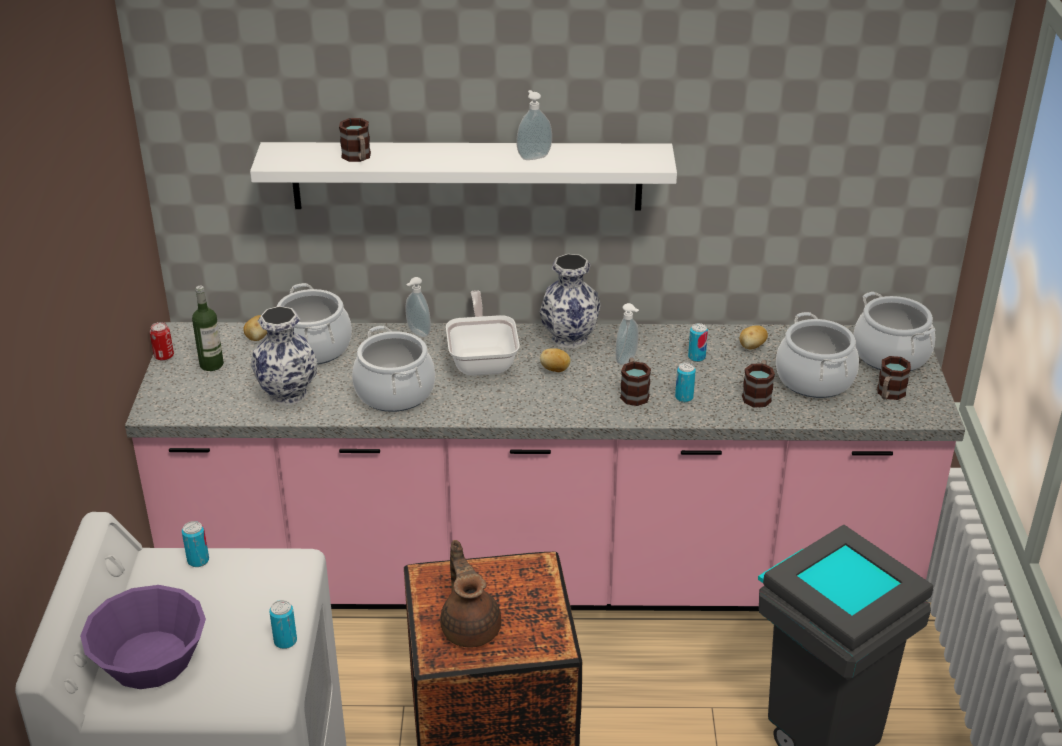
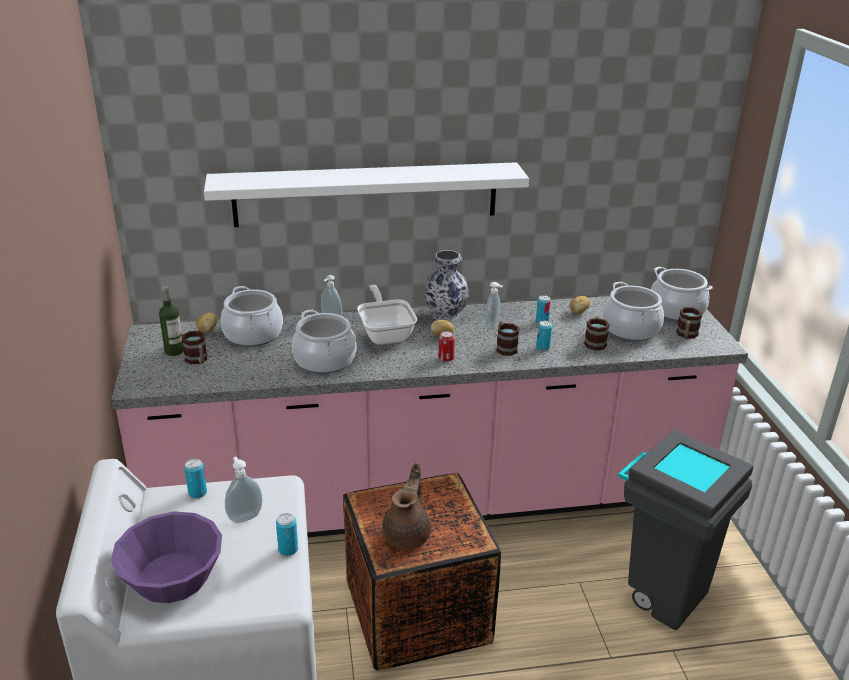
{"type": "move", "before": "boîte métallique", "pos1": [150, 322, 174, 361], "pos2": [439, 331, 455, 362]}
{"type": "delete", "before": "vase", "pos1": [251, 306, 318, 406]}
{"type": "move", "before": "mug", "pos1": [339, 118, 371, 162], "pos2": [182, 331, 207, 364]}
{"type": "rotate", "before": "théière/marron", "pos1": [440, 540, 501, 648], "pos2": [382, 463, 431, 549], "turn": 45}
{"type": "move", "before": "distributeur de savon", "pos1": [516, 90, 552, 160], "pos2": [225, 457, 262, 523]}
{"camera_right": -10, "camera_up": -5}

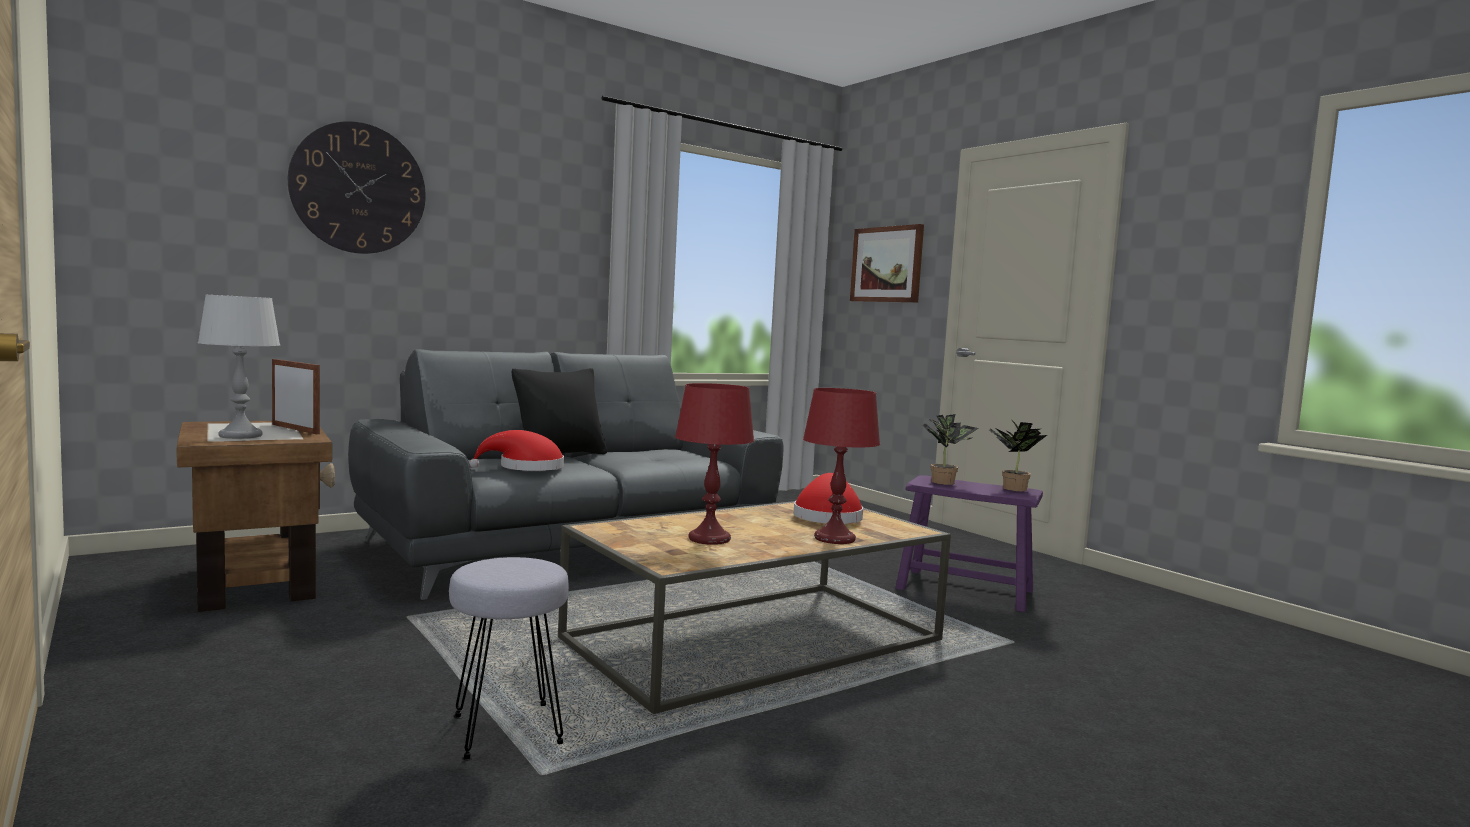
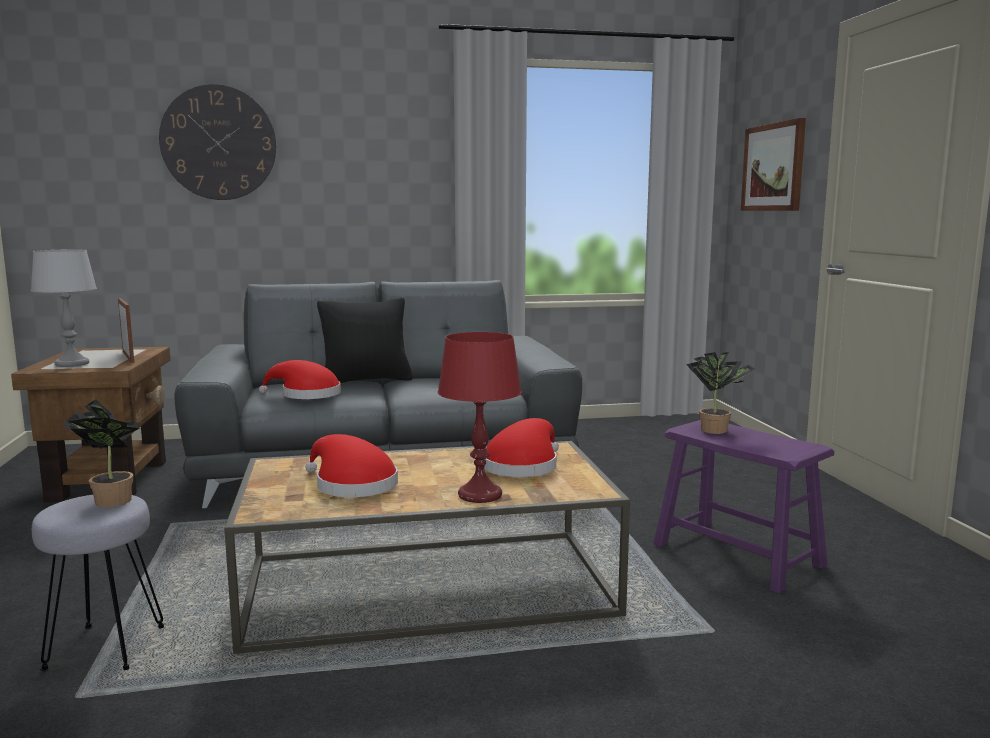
{"type": "replace", "before": "lampe de table/rouge", "after": "chapeau/rouge", "pos1": [675, 383, 754, 545], "pos2": [305, 434, 398, 497]}
{"type": "move", "before": "plante en pot", "pos1": [989, 419, 1047, 491], "pos2": [62, 399, 141, 507]}
{"camera_right": 25, "camera_up": 5}

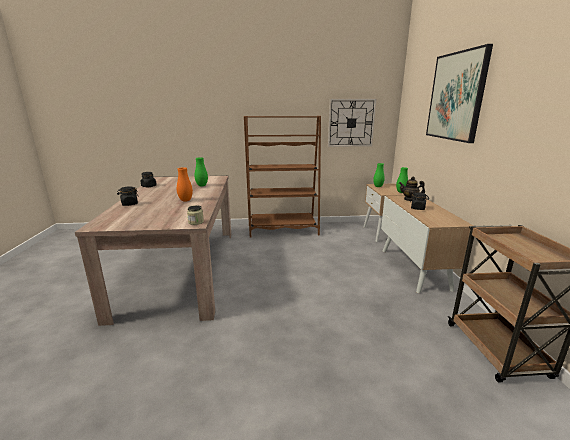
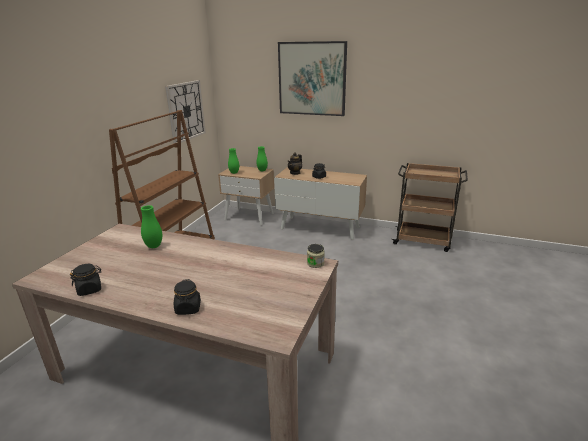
{"type": "delete", "before": "vase/orange", "pos1": [177, 167, 193, 202]}
{"camera_right": -65, "camera_up": 5}

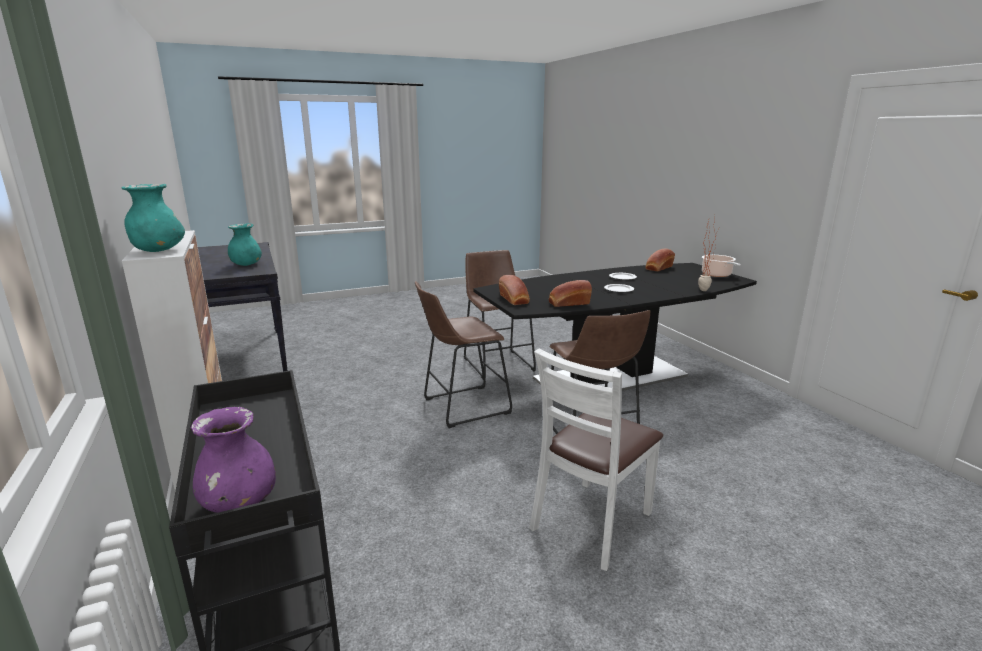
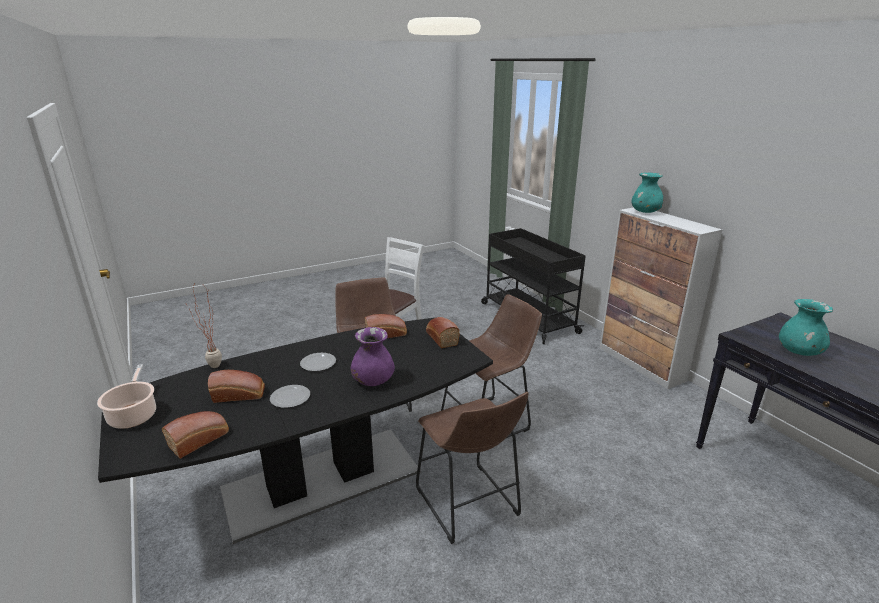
{"type": "move", "before": "vase/violet", "pos1": [190, 407, 276, 513], "pos2": [351, 327, 395, 386]}
{"type": "insert", "after": "pain", "pos2": [208, 370, 265, 403]}
{"camera_right": 175, "camera_up": 5}

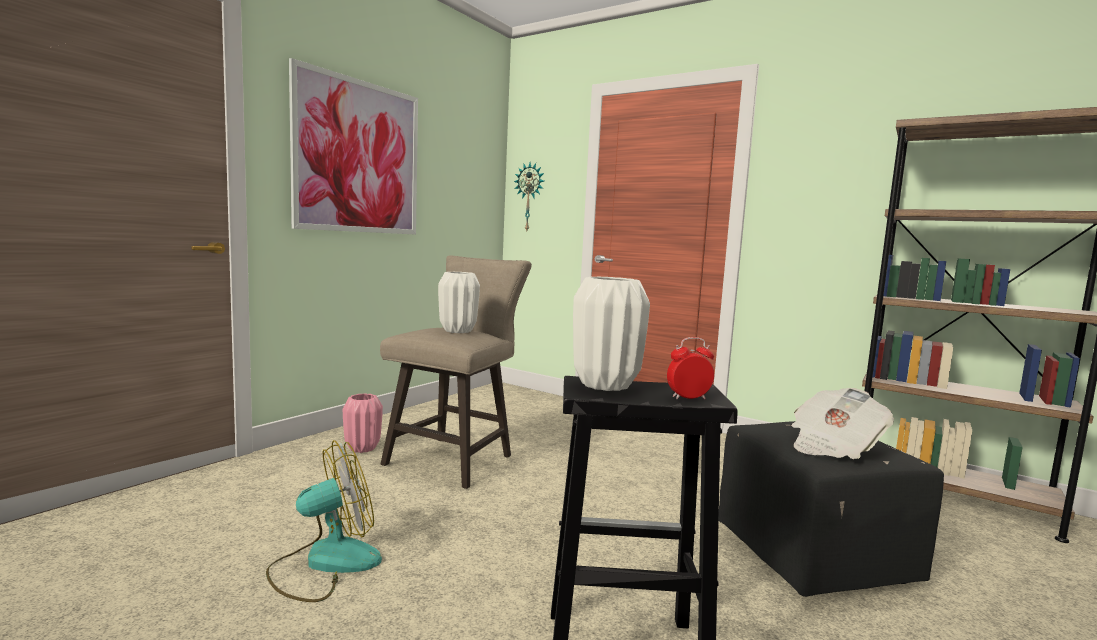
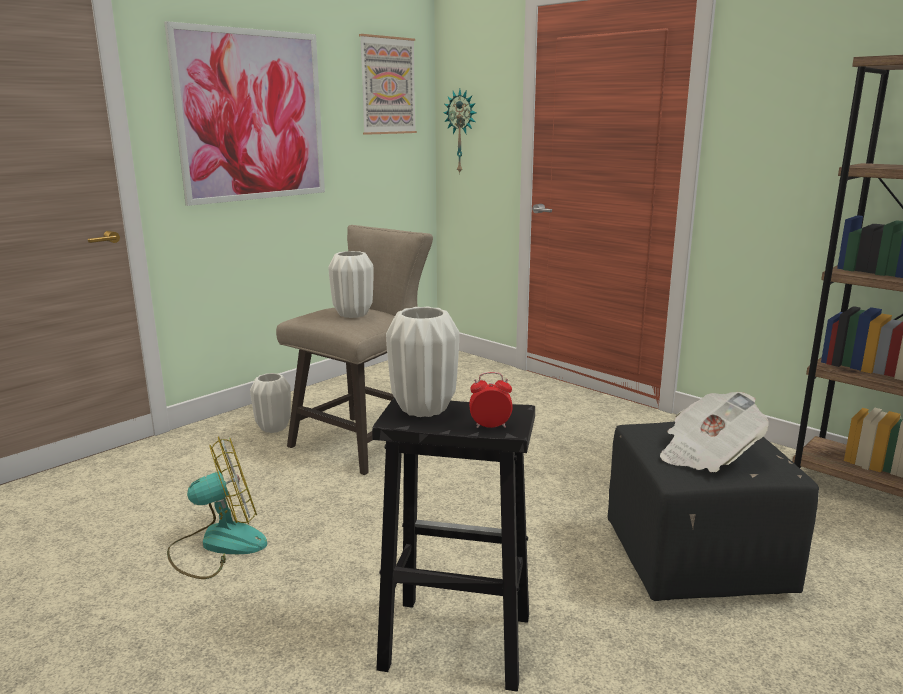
{"type": "recolor", "before": "vase/rose", "after": "vase/blanc", "pos1": [343, 393, 383, 453], "pos2": [250, 373, 291, 433]}
{"type": "insert", "after": "tableau", "pos2": [359, 34, 417, 135]}
{"camera_right": 10, "camera_up": 10}

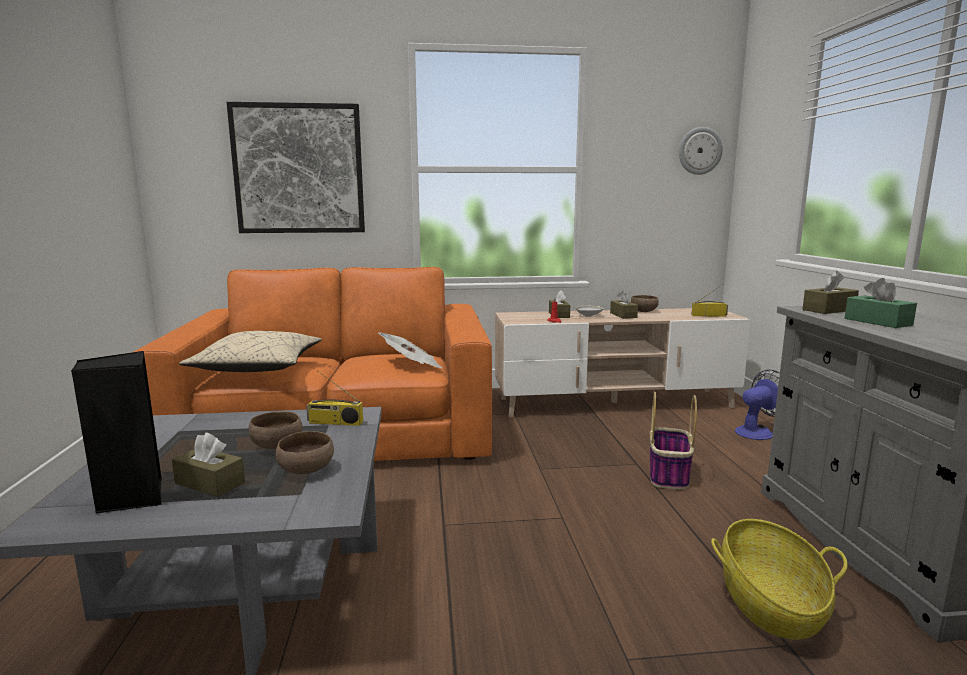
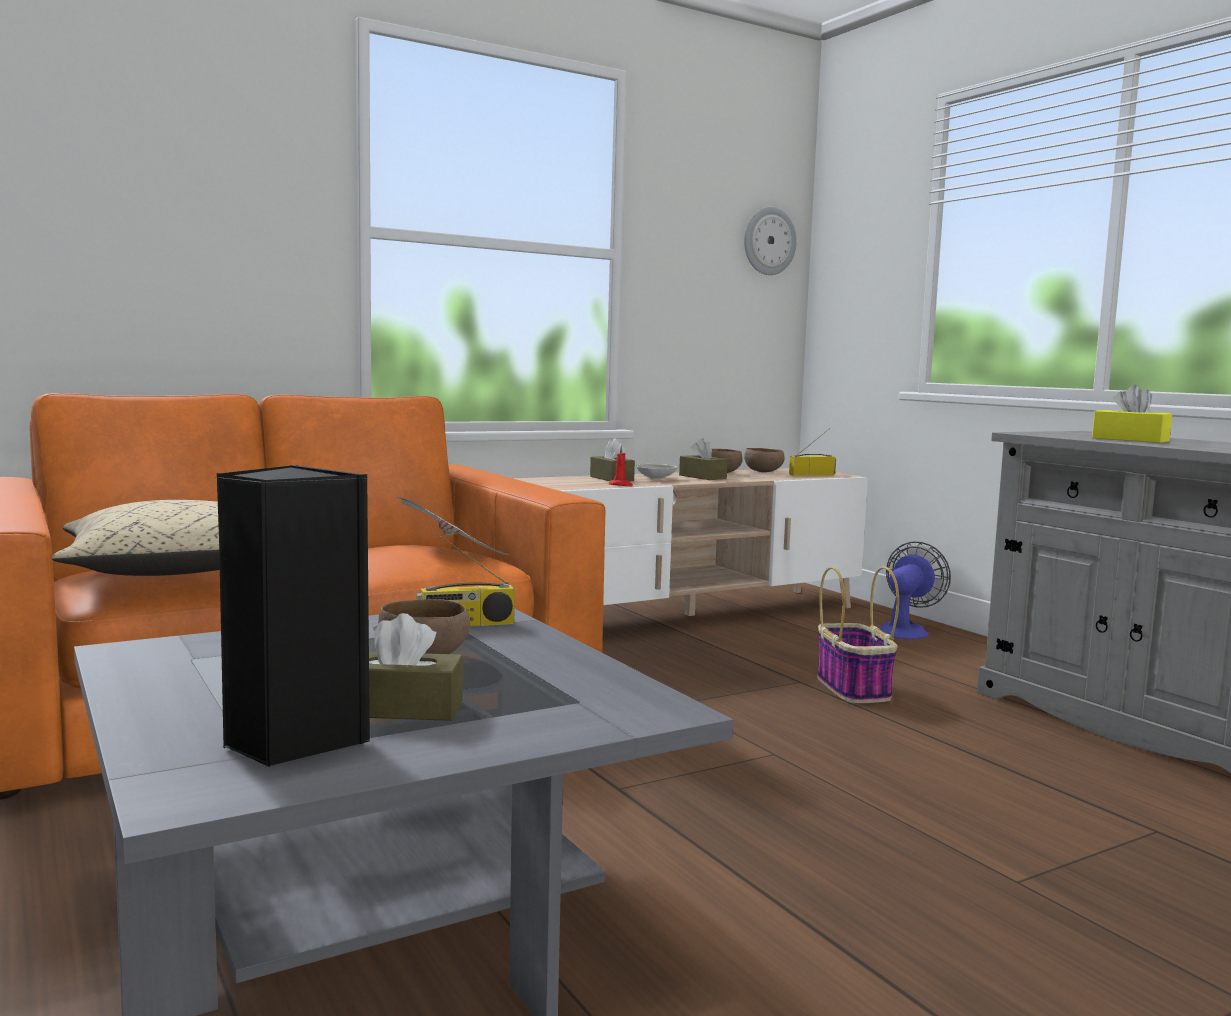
{"type": "delete", "before": "tableau", "pos1": [227, 102, 365, 233]}
{"type": "move", "before": "bol/marron", "pos1": [276, 431, 334, 474], "pos2": [744, 448, 785, 472]}
{"type": "delete", "before": "panier", "pos1": [711, 519, 848, 640]}
{"type": "delete", "before": "boîte à mouchoirs/marron", "pos1": [802, 271, 859, 314]}
{"type": "recolor", "before": "boîte à mouchoirs/vert", "after": "boîte à mouchoirs/jaune", "pos1": [845, 278, 917, 328], "pos2": [1092, 385, 1172, 443]}
{"camera_right": -25, "camera_up": -5}

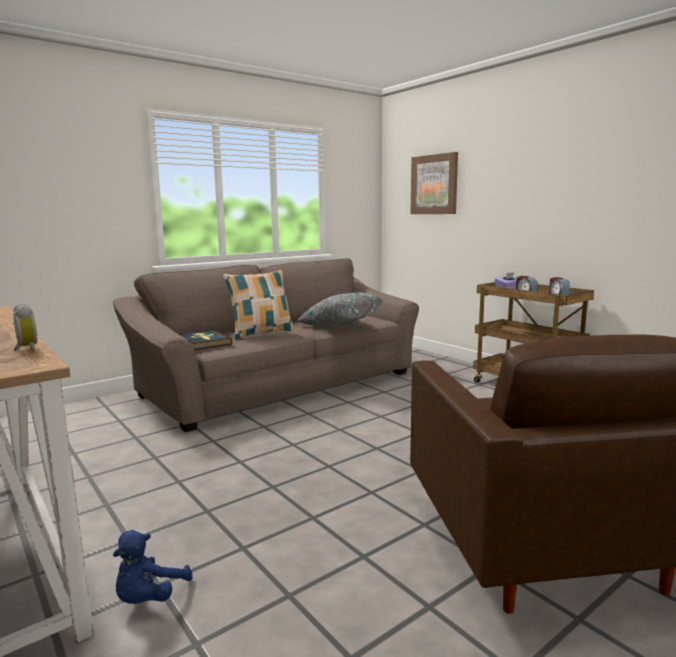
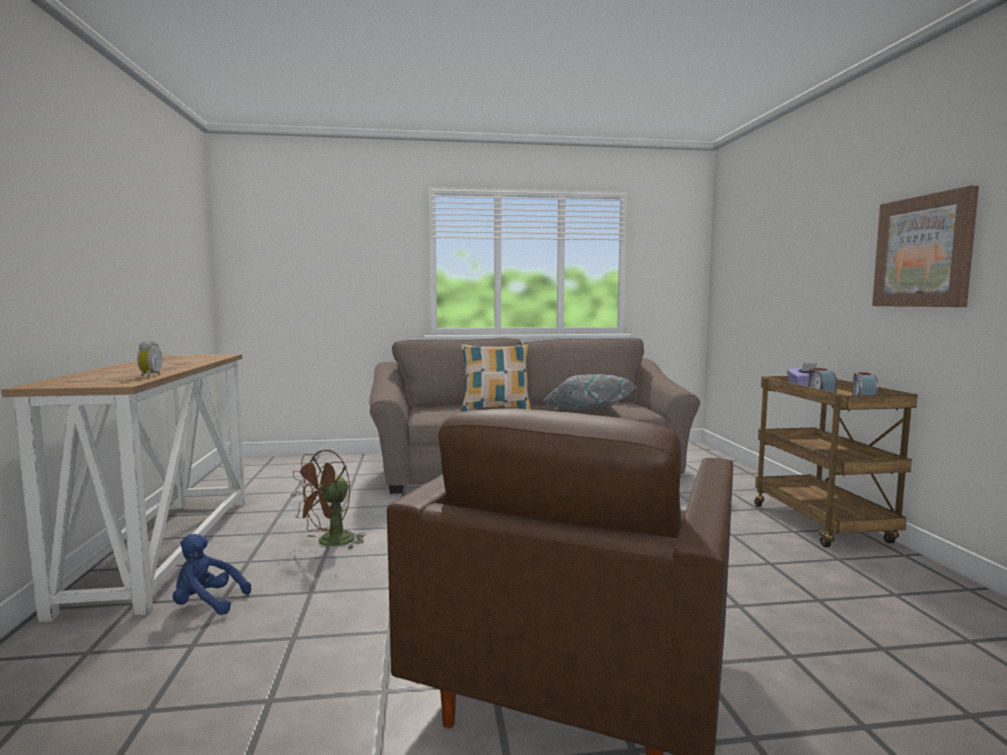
{"type": "rotate", "before": "peluche/bleu", "pos1": [113, 530, 193, 604], "pos2": [173, 534, 251, 615], "turn": 45}
{"type": "delete", "before": "livre", "pos1": [179, 329, 232, 350]}
{"type": "move", "before": "tableau", "pos1": [410, 152, 458, 214], "pos2": [872, 186, 979, 307]}
{"type": "insert", "after": "ventilateur/marron", "pos2": [290, 450, 366, 549]}
{"camera_right": 30, "camera_up": -5}

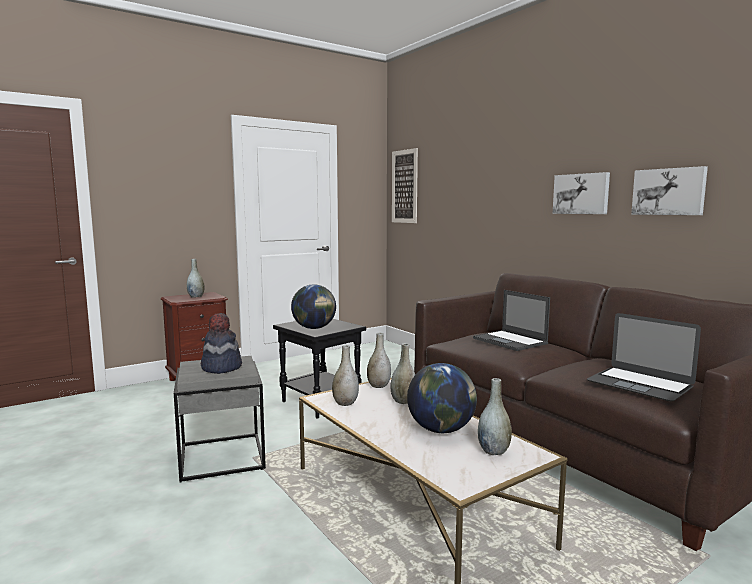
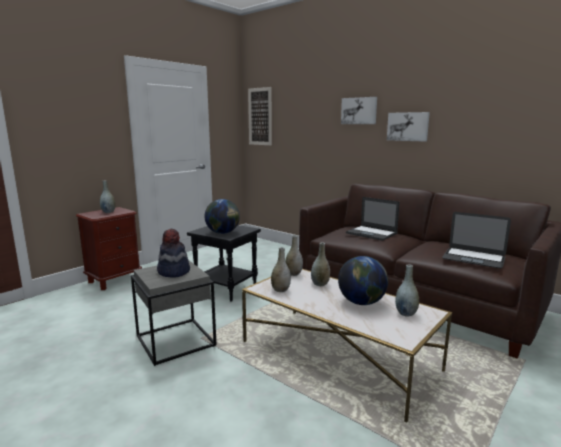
{"type": "move", "before": "tableau", "pos1": [631, 166, 708, 215], "pos2": [341, 97, 377, 124]}
{"camera_right": -15, "camera_up": 5}

